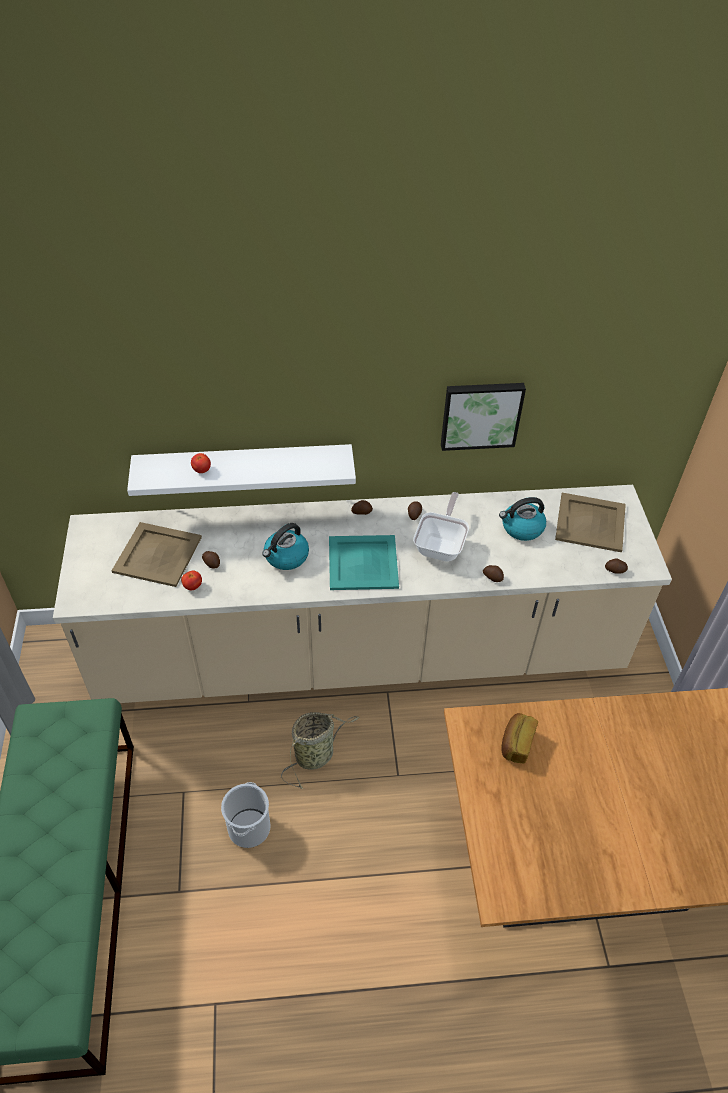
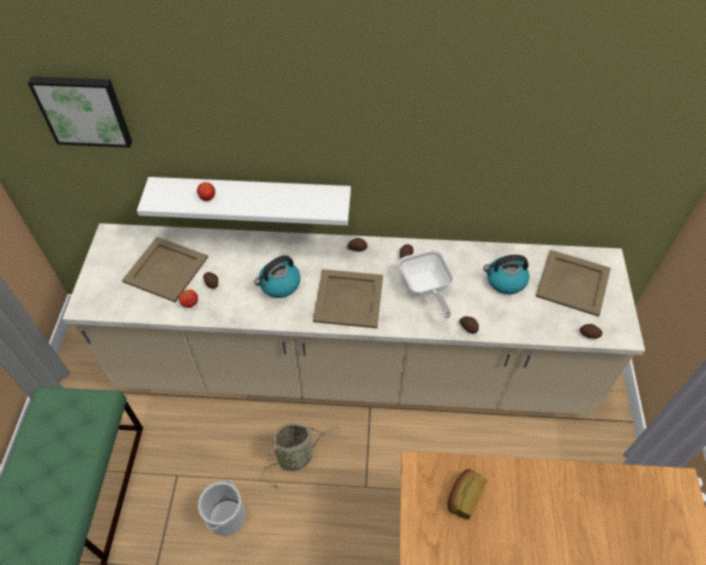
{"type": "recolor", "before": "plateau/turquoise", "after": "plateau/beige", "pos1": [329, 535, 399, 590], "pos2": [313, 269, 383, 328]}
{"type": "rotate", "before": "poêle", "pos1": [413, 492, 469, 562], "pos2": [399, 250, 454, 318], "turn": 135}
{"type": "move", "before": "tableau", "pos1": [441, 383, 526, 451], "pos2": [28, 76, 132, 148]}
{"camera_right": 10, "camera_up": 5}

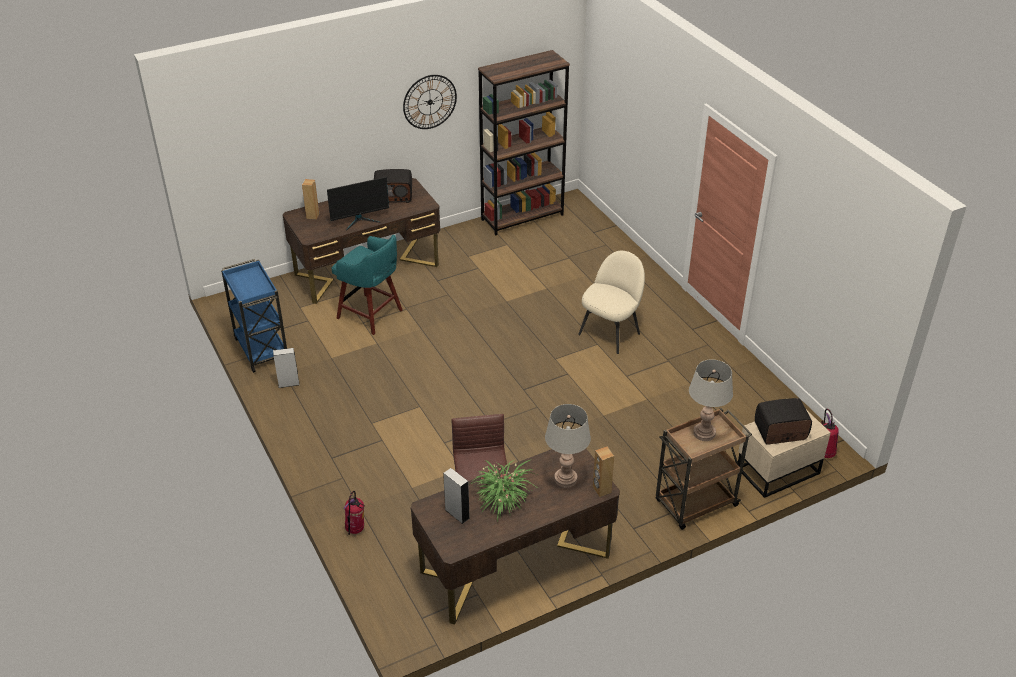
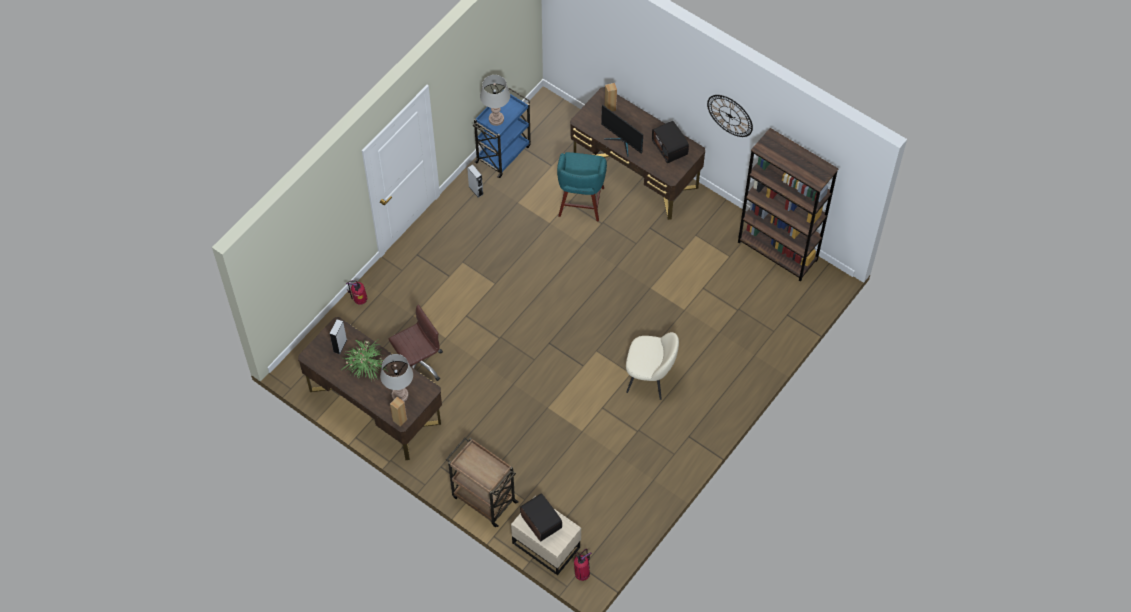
{"type": "move", "before": "lampe de table/gris", "pos1": [689, 359, 733, 441], "pos2": [480, 75, 510, 126]}
{"camera_right": 65, "camera_up": 20}

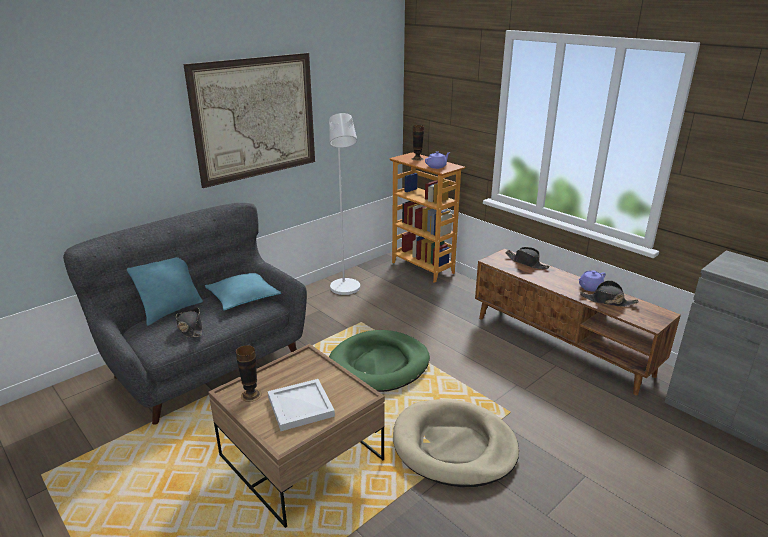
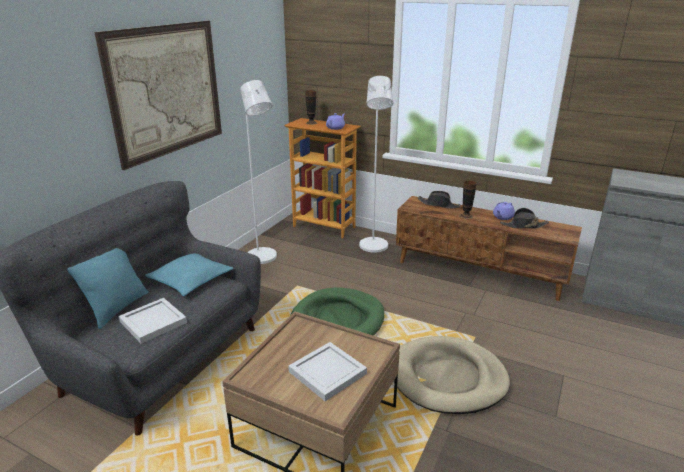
{"type": "replace", "before": "chapeau/noir", "after": "plateau/blanc", "pos1": [176, 308, 202, 337], "pos2": [119, 298, 187, 344]}
{"type": "move", "before": "vase", "pos1": [236, 345, 262, 402], "pos2": [459, 181, 477, 219]}
{"type": "insert", "after": "lampadaire/blanc", "pos2": [359, 76, 393, 253]}
{"camera_right": -20, "camera_up": 0}

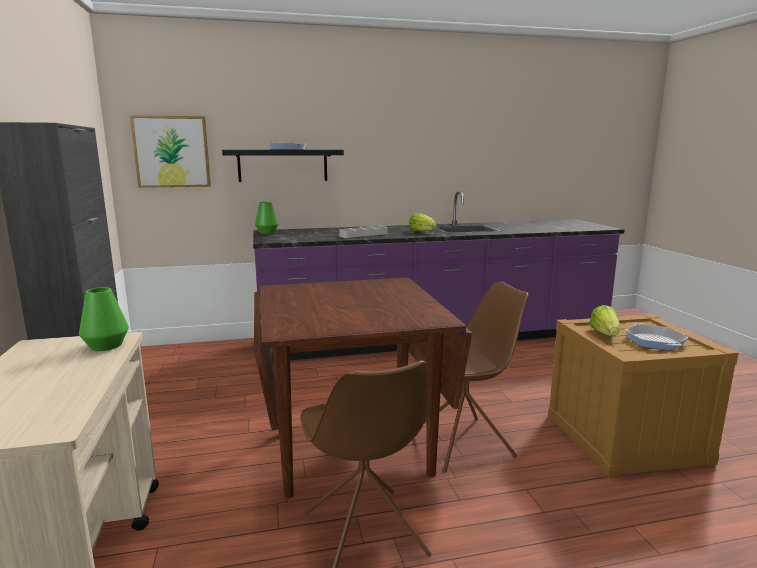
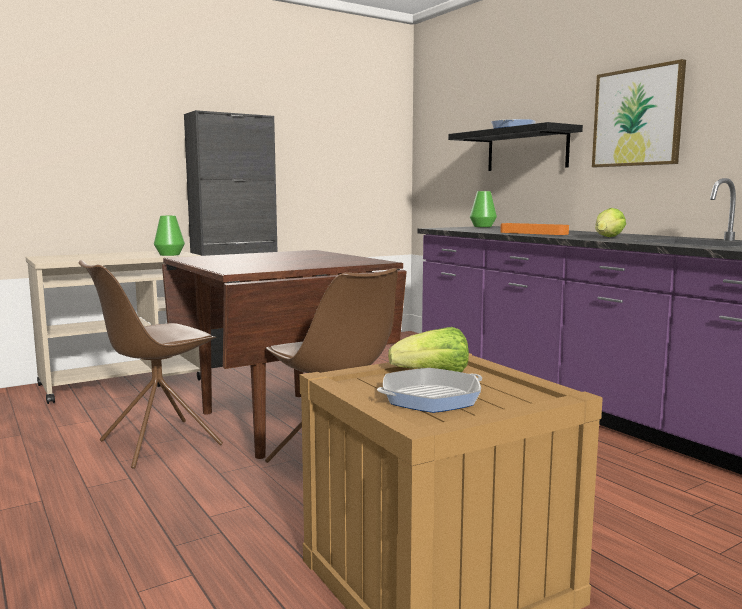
{"type": "move", "before": "tableau", "pos1": [130, 115, 211, 188], "pos2": [592, 59, 686, 167]}
{"type": "recolor", "before": "plateau/gris", "after": "plateau/orange", "pos1": [339, 226, 387, 238], "pos2": [500, 223, 569, 235]}
{"camera_right": 70, "camera_up": -5}

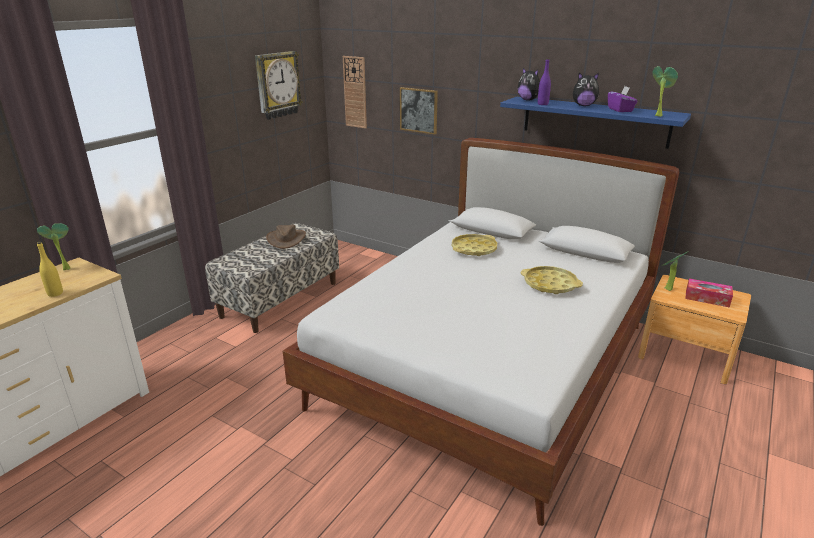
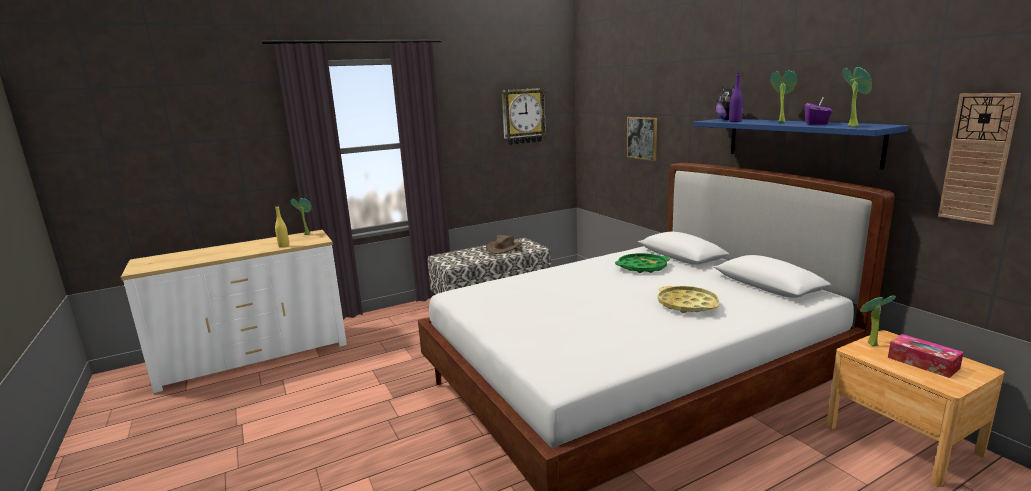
{"type": "move", "before": "horloge murale", "pos1": [343, 56, 367, 128], "pos2": [938, 93, 1021, 225]}
{"type": "recolor", "before": "plateau/jaune", "after": "plateau/vert", "pos1": [452, 234, 497, 256], "pos2": [615, 253, 670, 273]}
{"type": "replace", "before": "peluche", "after": "plante en pot", "pos1": [573, 73, 600, 106], "pos2": [770, 70, 798, 122]}
{"camera_right": 30, "camera_up": -10}

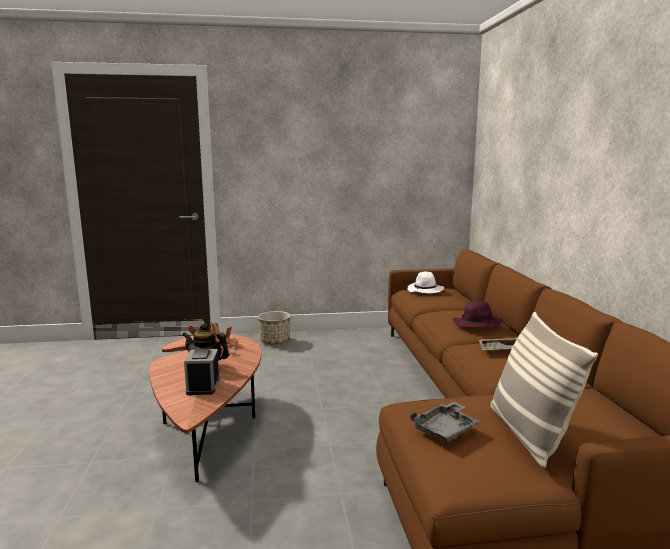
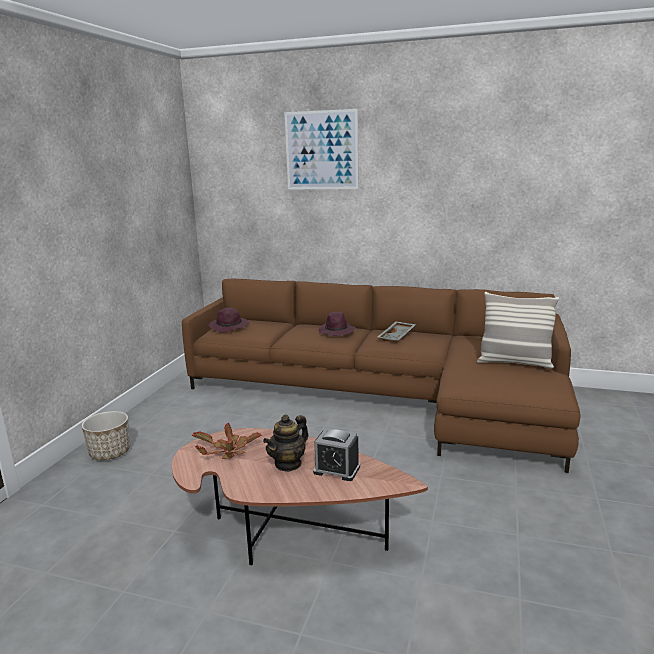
{"type": "recolor", "before": "chapeau/blanc", "after": "chapeau/violet", "pos1": [407, 272, 444, 293], "pos2": [209, 308, 249, 333]}
{"type": "delete", "before": "plateau/gris", "pos1": [410, 402, 479, 442]}
{"type": "insert", "after": "tableau", "pos2": [285, 109, 359, 189]}
{"camera_right": -65, "camera_up": 5}

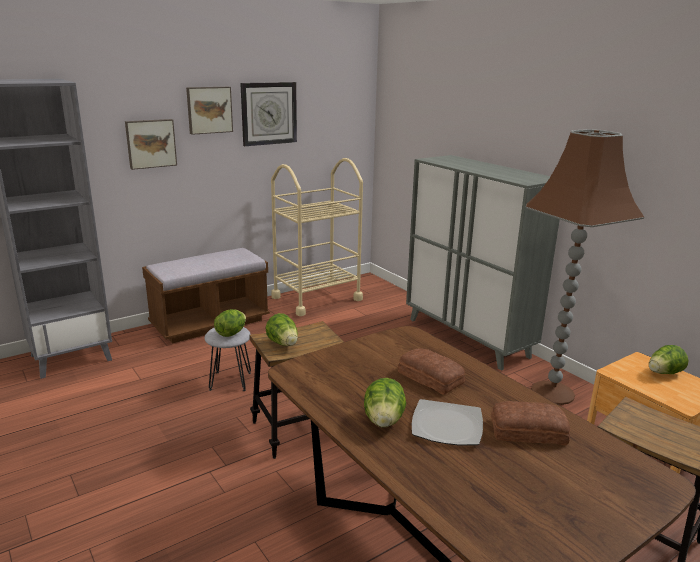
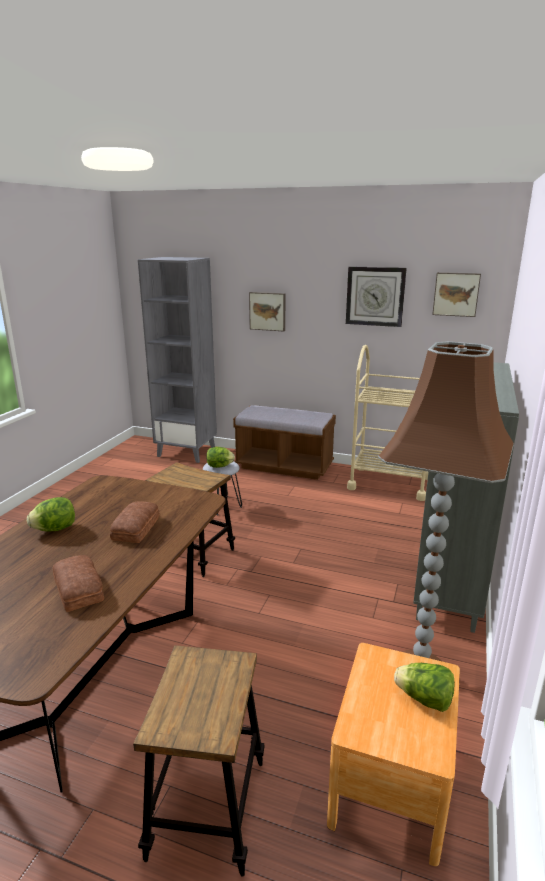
{"type": "move", "before": "tableau", "pos1": [186, 87, 233, 135], "pos2": [432, 272, 481, 317]}
{"type": "delete", "before": "laitue", "pos1": [266, 313, 298, 346]}
{"type": "delete", "before": "assiette", "pos1": [412, 399, 483, 445]}
{"camera_right": 55, "camera_up": 0}

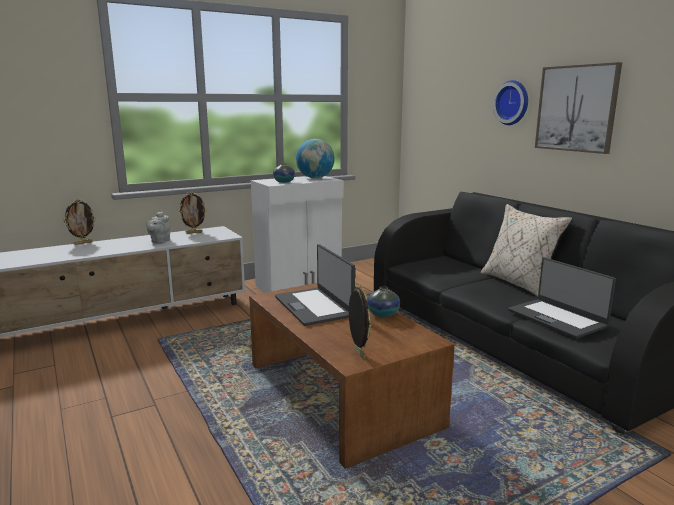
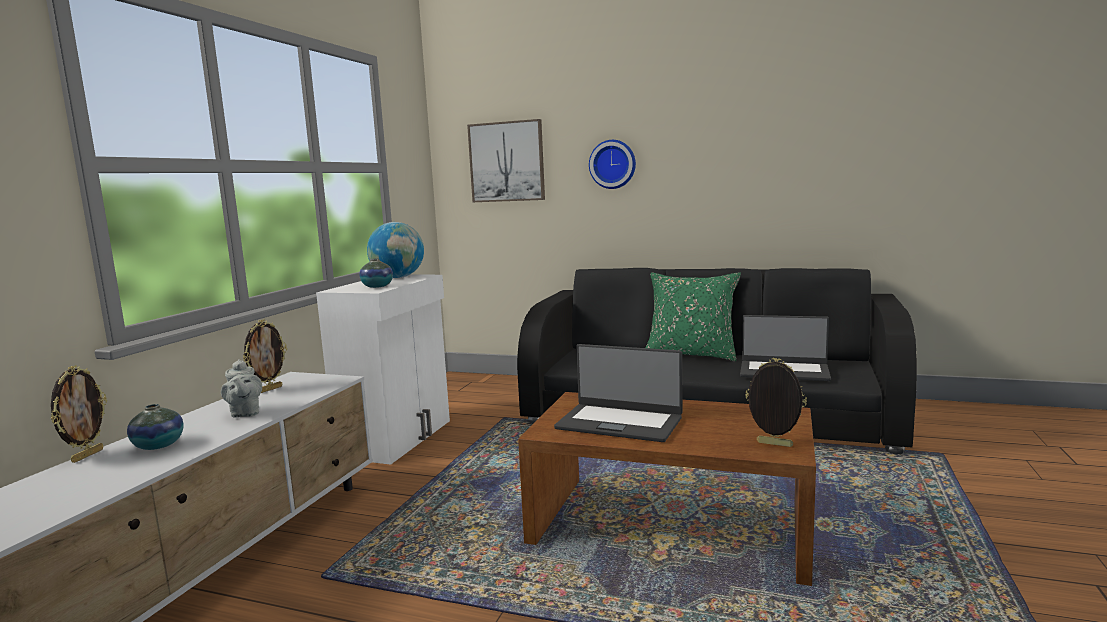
{"type": "move", "before": "vase", "pos1": [367, 286, 400, 317], "pos2": [127, 404, 184, 450]}
{"type": "recolor", "before": "coussin/beige", "after": "coussin/vert", "pos1": [481, 204, 572, 297], "pos2": [645, 272, 741, 361]}
{"type": "move", "before": "tableau", "pos1": [535, 62, 622, 154], "pos2": [467, 119, 545, 202]}
{"camera_right": -40, "camera_up": -5}

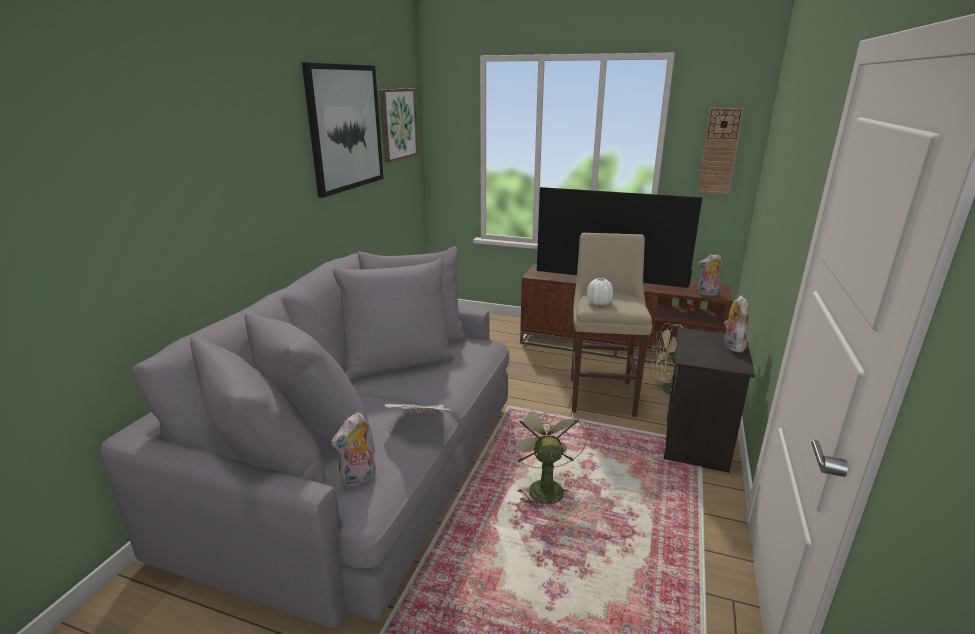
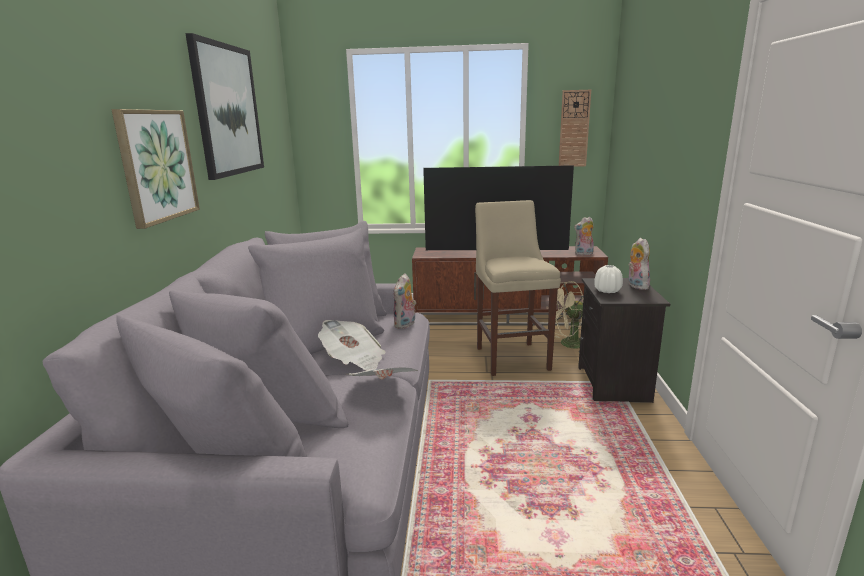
{"type": "move", "before": "peluche", "pos1": [331, 412, 376, 488], "pos2": [393, 273, 416, 329]}
{"type": "move", "before": "tableau", "pos1": [379, 89, 418, 162], "pos2": [112, 109, 200, 229]}
{"type": "delete", "before": "ventilateur/vert", "pos1": [508, 403, 587, 512]}
{"type": "move", "before": "vase/blanc", "pos1": [587, 278, 613, 305], "pos2": [594, 265, 623, 293]}
{"type": "insert", "after": "journal", "pos2": [318, 320, 385, 371]}
{"camera_right": -15, "camera_up": -5}

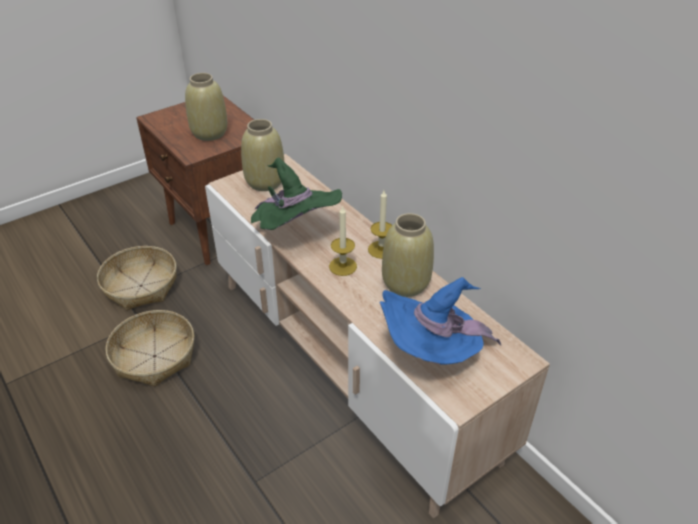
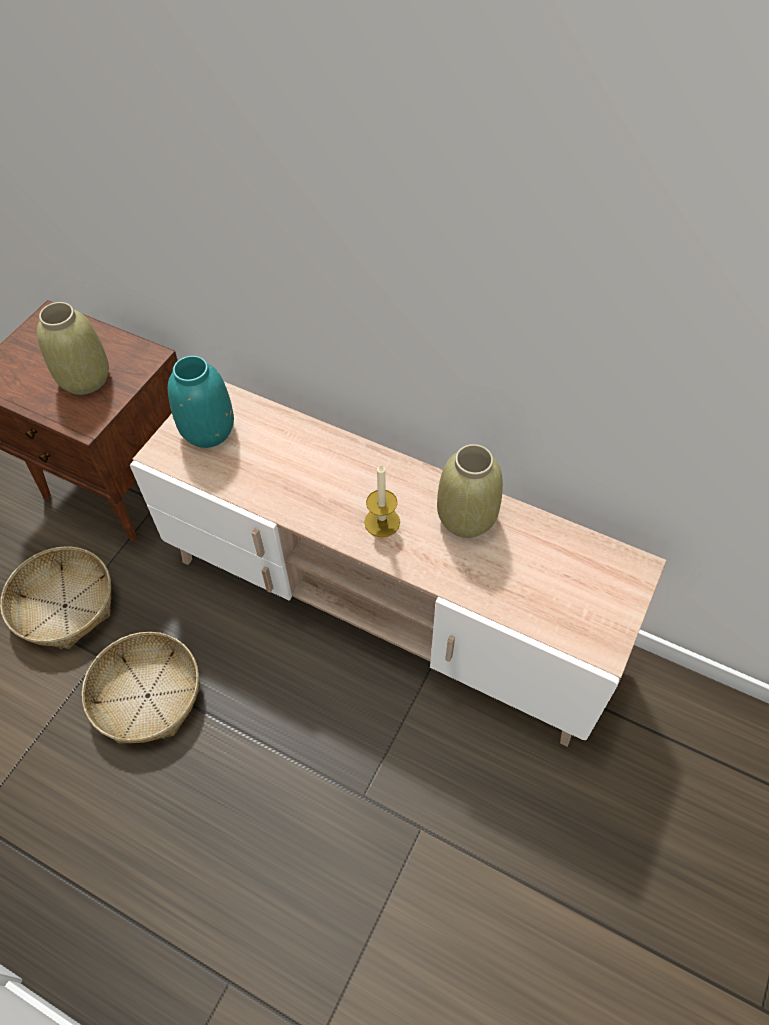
{"type": "recolor", "before": "vase/beige", "after": "vase/turquoise", "pos1": [241, 119, 284, 191], "pos2": [168, 355, 234, 448]}
{"type": "delete", "before": "chapeau/vert", "pos1": [251, 157, 342, 230]}
{"type": "delete", "before": "bougie", "pos1": [368, 190, 392, 259]}
{"type": "delete", "before": "chapeau/bleu", "pos1": [379, 277, 501, 364]}
{"camera_right": -25, "camera_up": 15}

